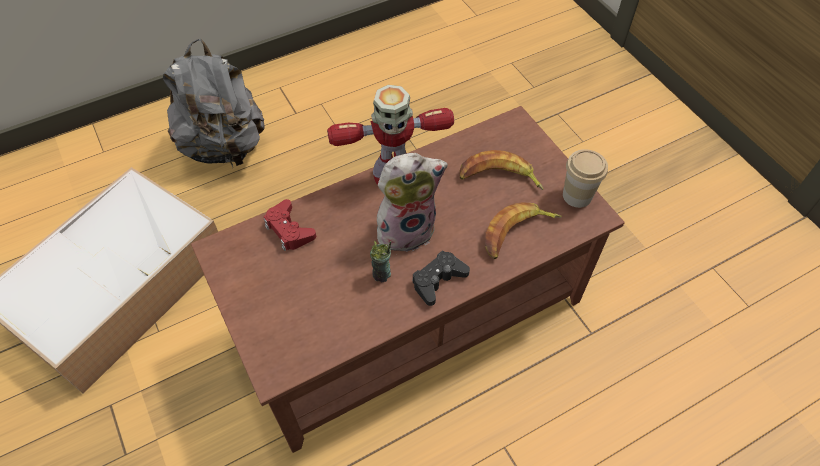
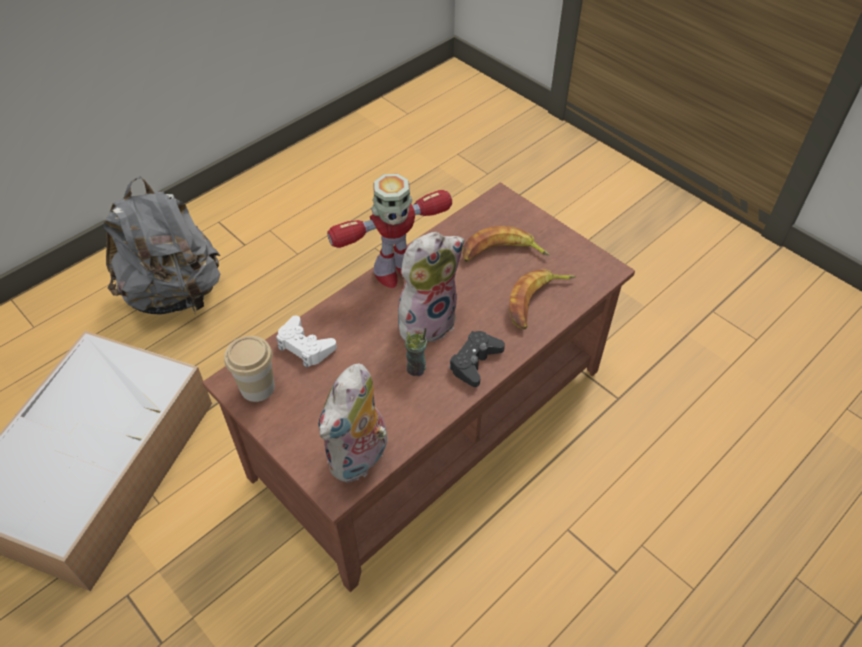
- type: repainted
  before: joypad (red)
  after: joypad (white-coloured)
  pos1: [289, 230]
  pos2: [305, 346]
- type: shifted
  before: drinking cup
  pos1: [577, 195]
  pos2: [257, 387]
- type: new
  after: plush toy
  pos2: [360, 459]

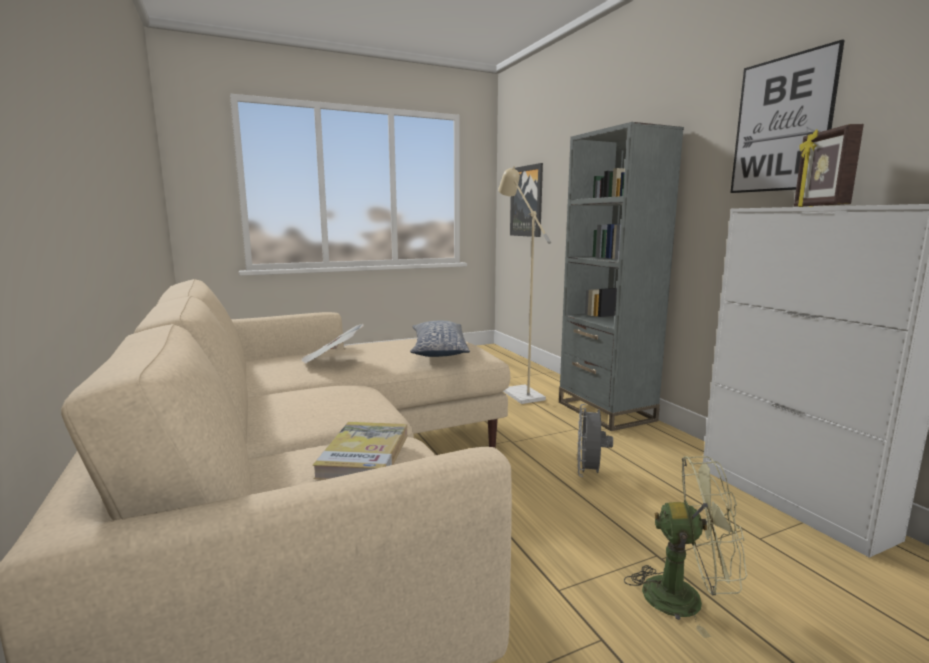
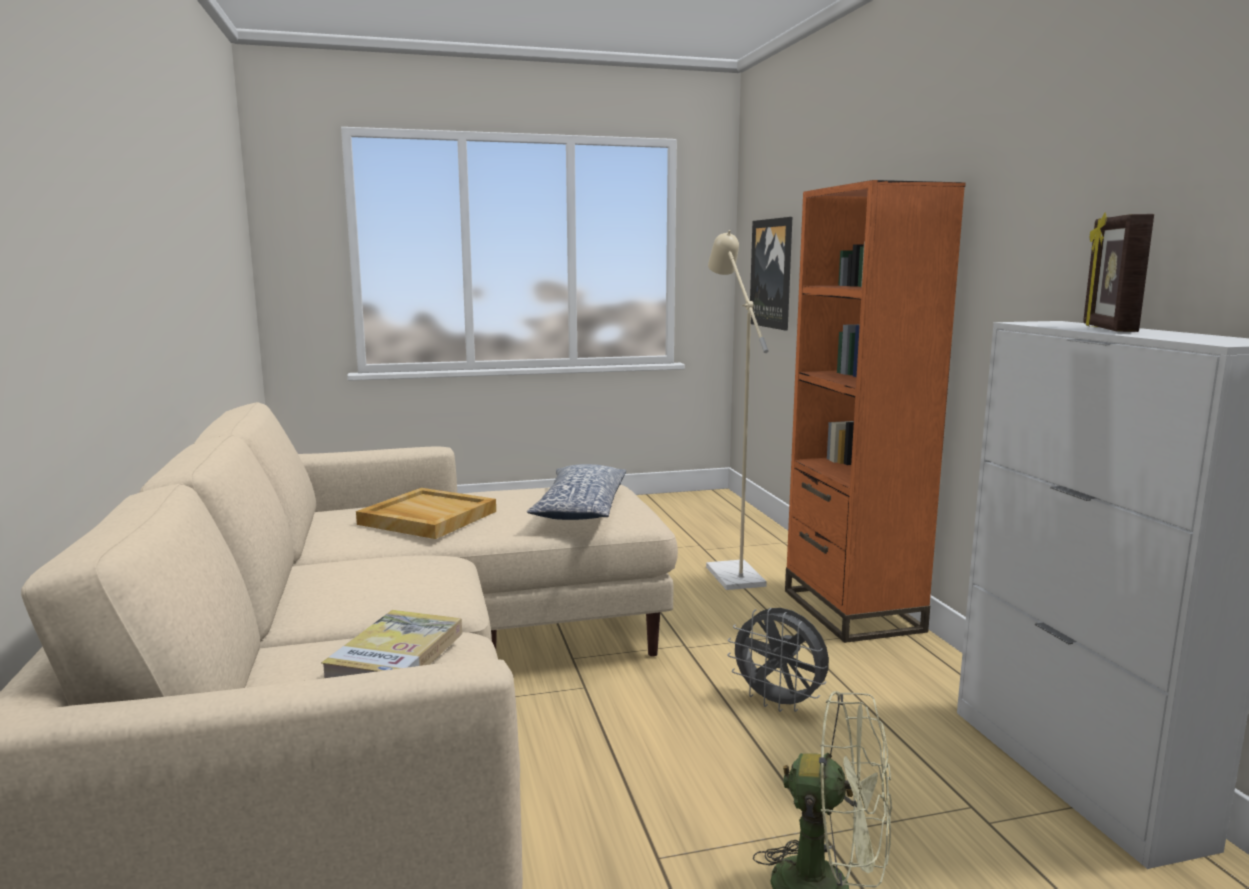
- type: swapped
  before: daily paper
  after: tray (beige-coloured)
  pos1: [331, 361]
  pos2: [426, 518]
- type: repainted
  before: bookshelf (gray)
  after: bookshelf (orange-coloured)
  pos1: [605, 411]
  pos2: [851, 610]
- type: rotated
  before: electric fan (gray)
  pos1: [589, 473]
  pos2: [779, 703]
  turn: -75
- type: gone
  before: wall picture
  pos1: [782, 125]

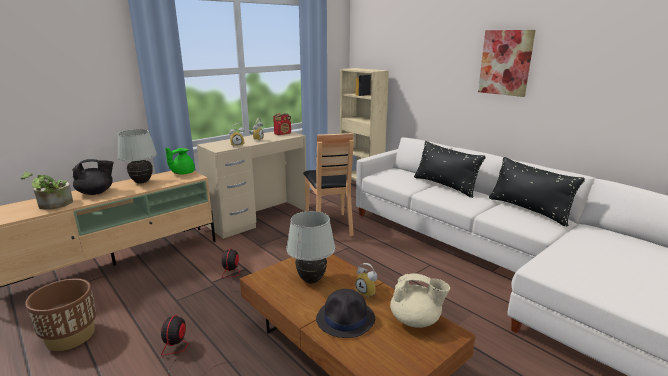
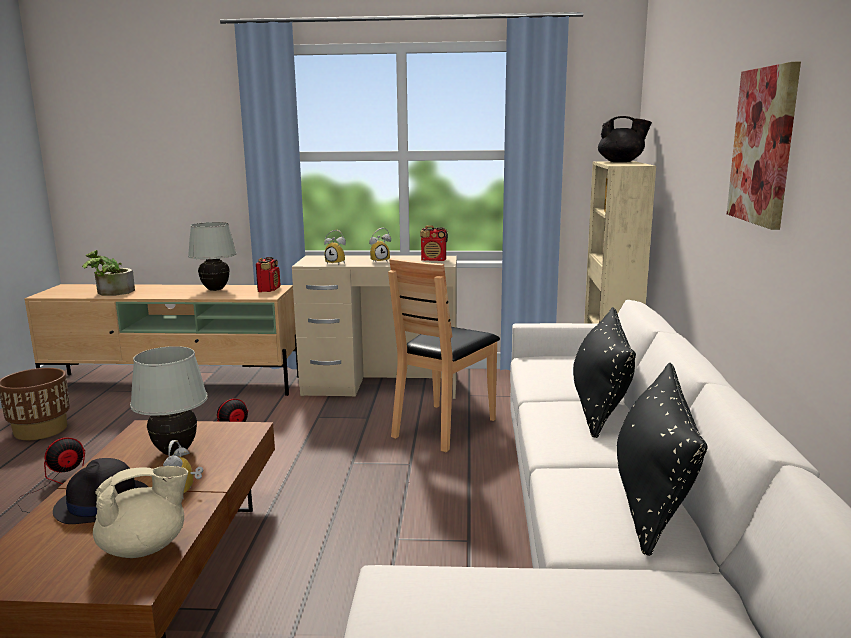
- type: shifted
  before: pot for tea (black-coloured)
  pos1: [96, 192]
  pos2: [621, 162]
- type: swapped
  before: pot for tea (green)
  after: radio set
  pos1: [182, 173]
  pos2: [269, 289]
- type: rotated
  before: pot for tea (beige-coloured)
  pos1: [416, 320]
  pos2: [145, 547]
  turn: -90

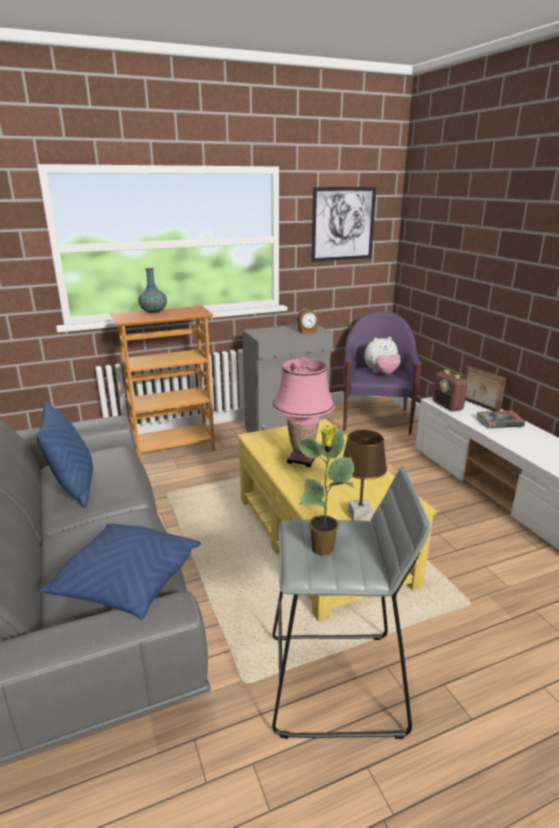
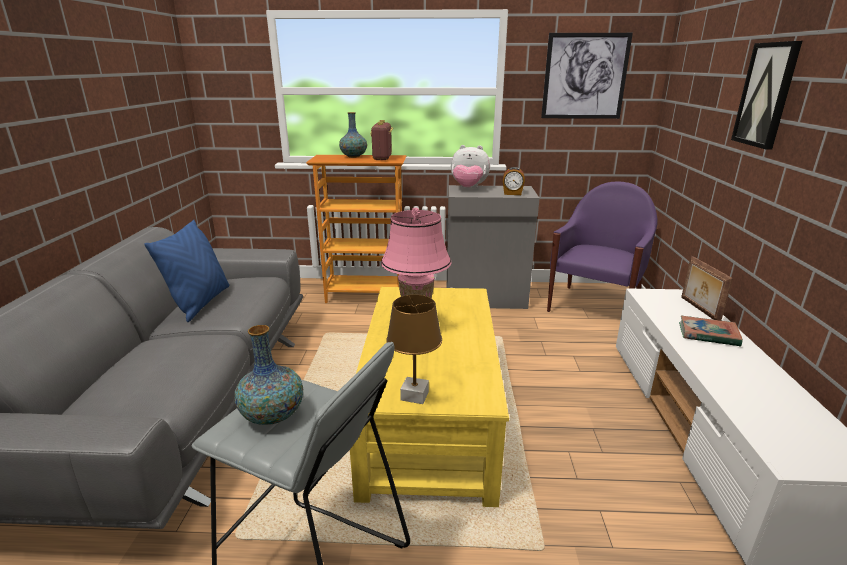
- type: gone
  before: cushion (blue-coloured)
  pos1: [127, 583]
- type: swapped
  before: houseplant
  after: flower vase
  pos1: [322, 549]
  pos2: [273, 415]
- type: shifted
  before: plush toy
  pos1: [381, 373]
  pos2: [468, 188]
- type: shifted
  before: radio set
  pos1: [448, 406]
  pos2: [382, 158]
- type: new
  after: wall picture
  pos2: [766, 95]

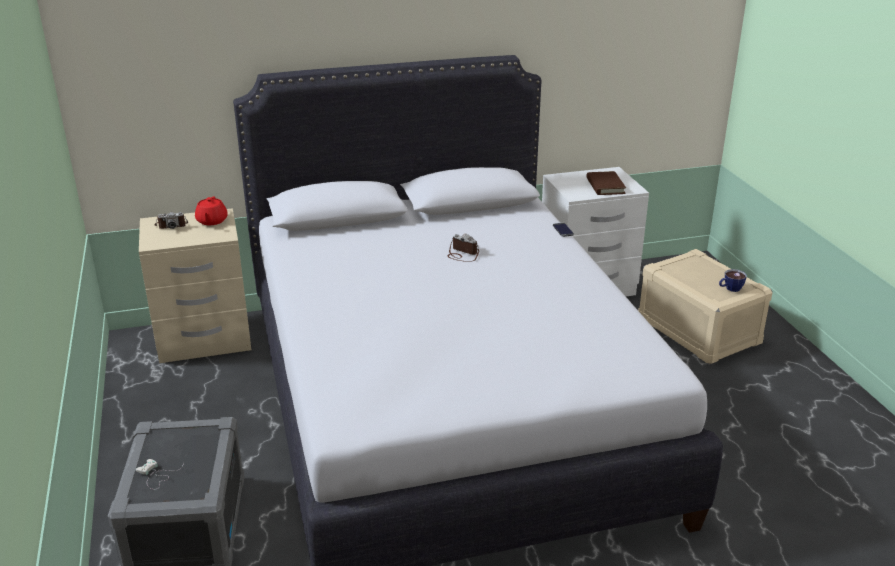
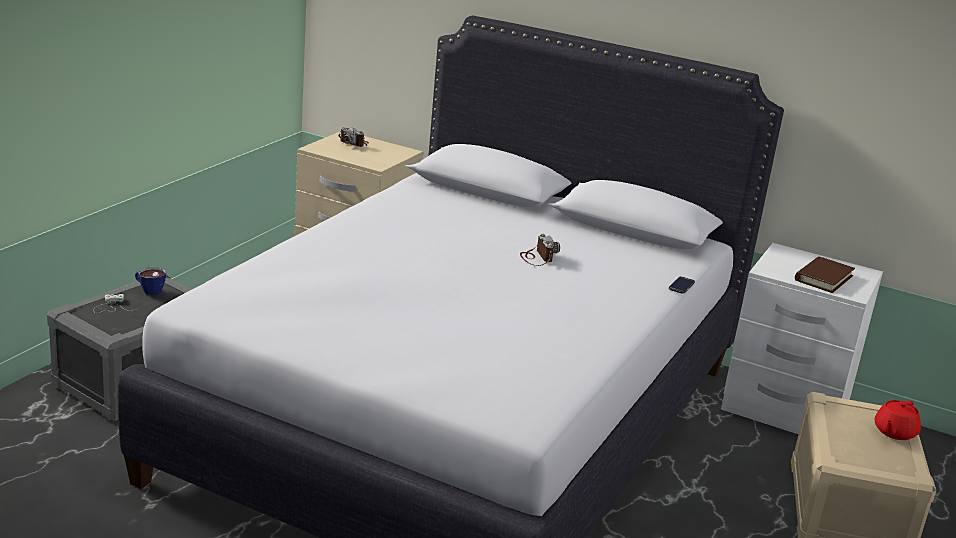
- type: shifted
  before: pot for tea (red)
  pos1: [211, 221]
  pos2: [894, 432]
- type: shifted
  before: drinking cup
  pos1: [730, 289]
  pos2: [149, 290]

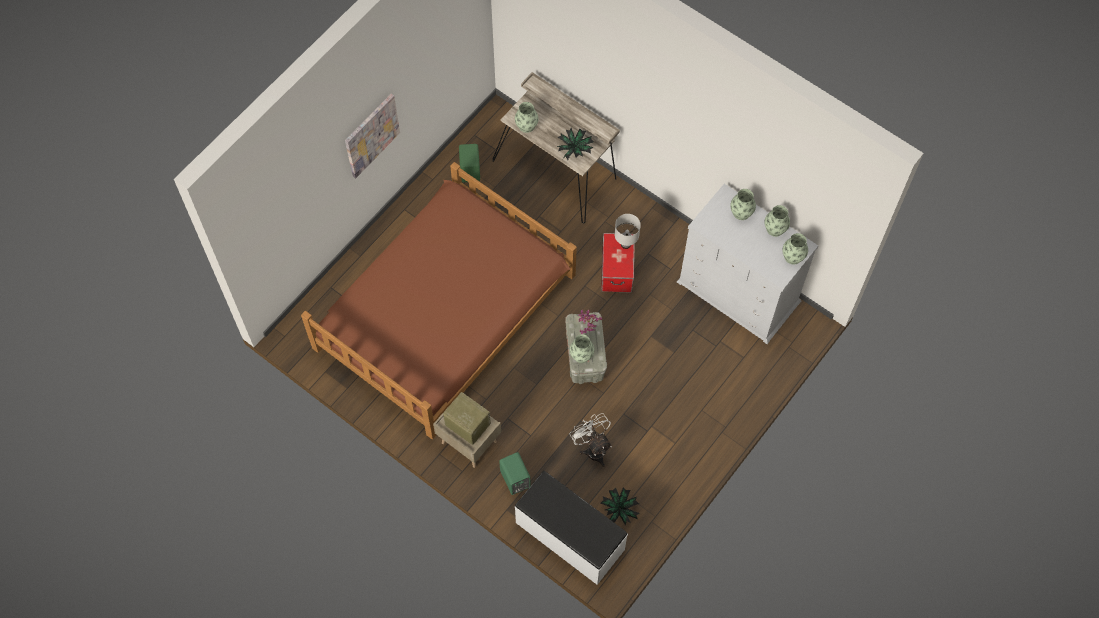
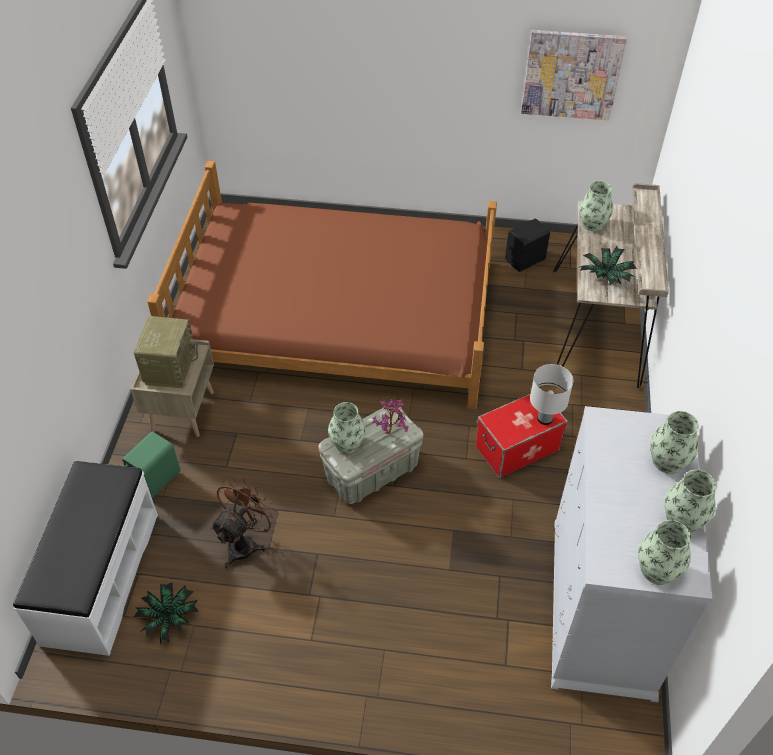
- type: shifted
  before: wall picture
  pos1: [371, 135]
  pos2: [571, 74]
- type: repainted
  before: audio speaker (green)
  after: audio speaker (black-coloured)
  pos1: [471, 170]
  pos2: [526, 260]
- type: repainted
  before: electric fan (white-coloured)
  after: electric fan (brown-coloured)
  pos1: [593, 448]
  pos2: [246, 542]

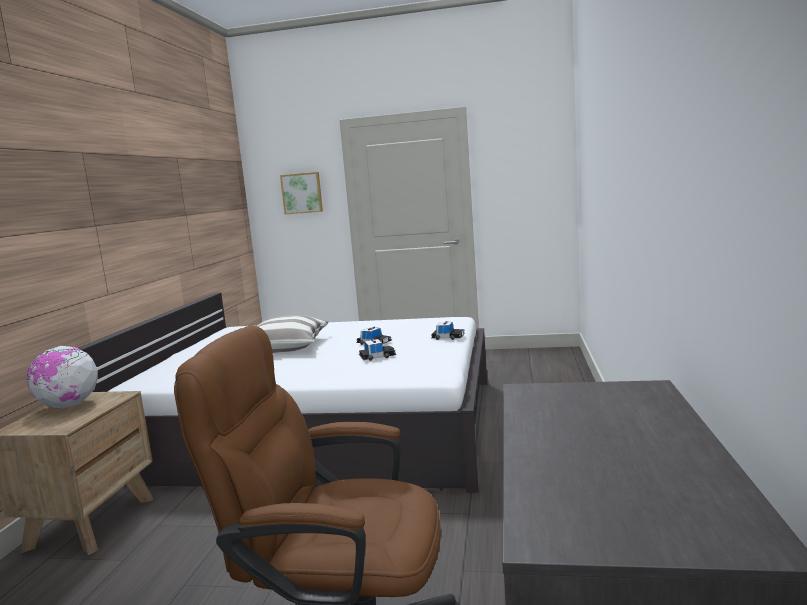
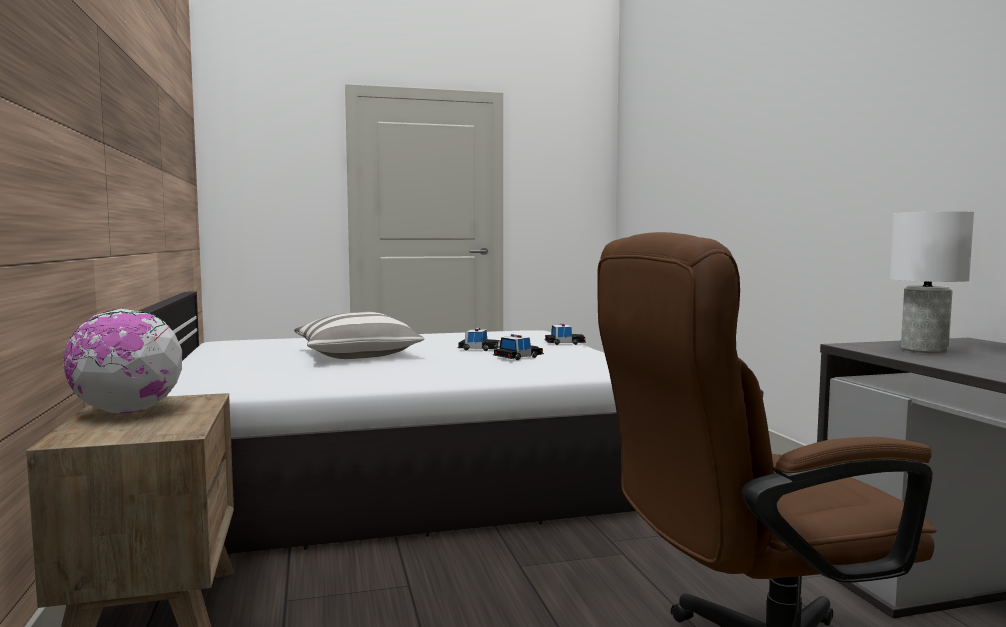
- type: gone
  before: wall picture
  pos1: [302, 193]
- type: new
  after: lamp for a table (white-coloured)
  pos2: [922, 350]

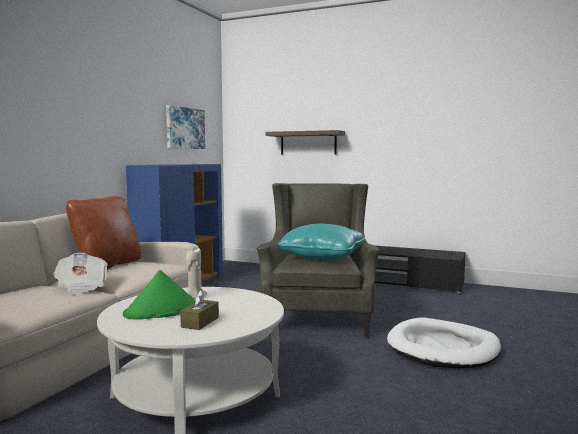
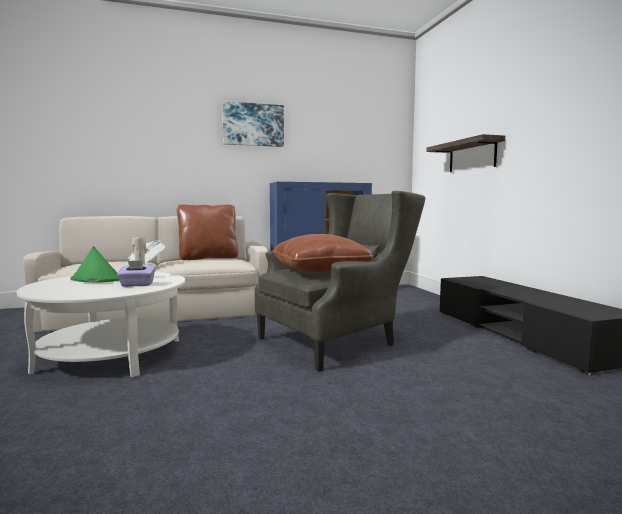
- type: shifted
  before: wall picture
  pos1: [184, 128]
  pos2: [253, 125]
- type: gone
  before: tissue box (brown-coloured)
  pos1: [200, 322]
- type: repainted
  before: cushion (turquoise)
  after: cushion (brown-coloured)
  pos1: [322, 256]
  pos2: [320, 271]
- type: gone
  before: pet bed (white-coloured)
  pos1: [443, 348]
- type: new
  after: tissue box (purple-coloured)
  pos2: [137, 285]

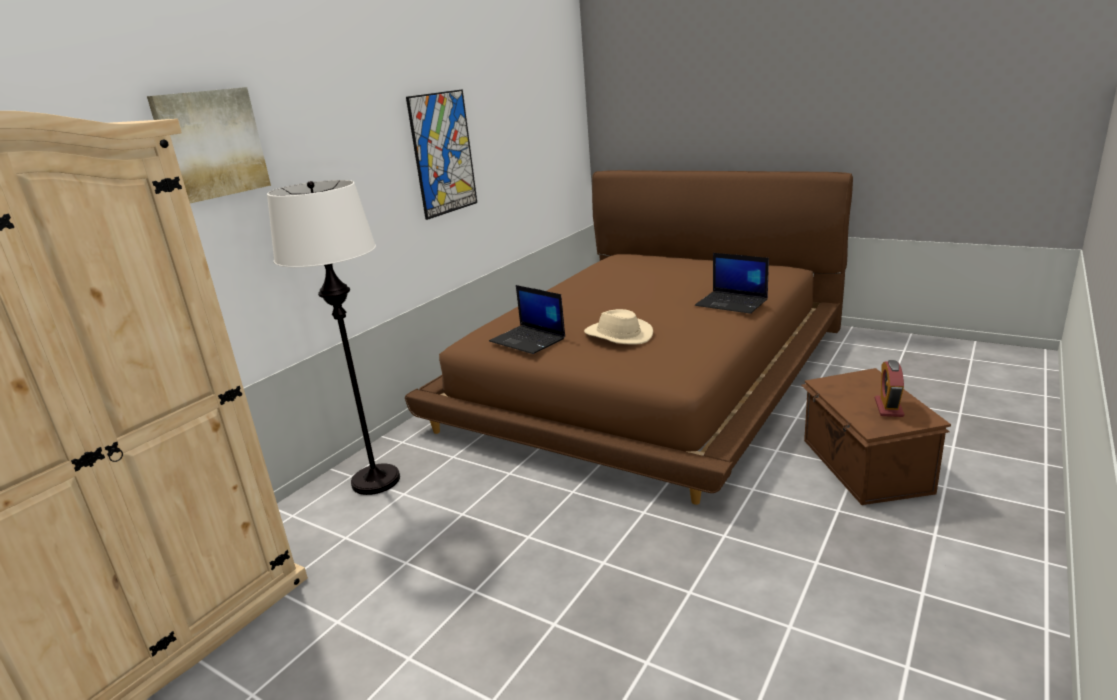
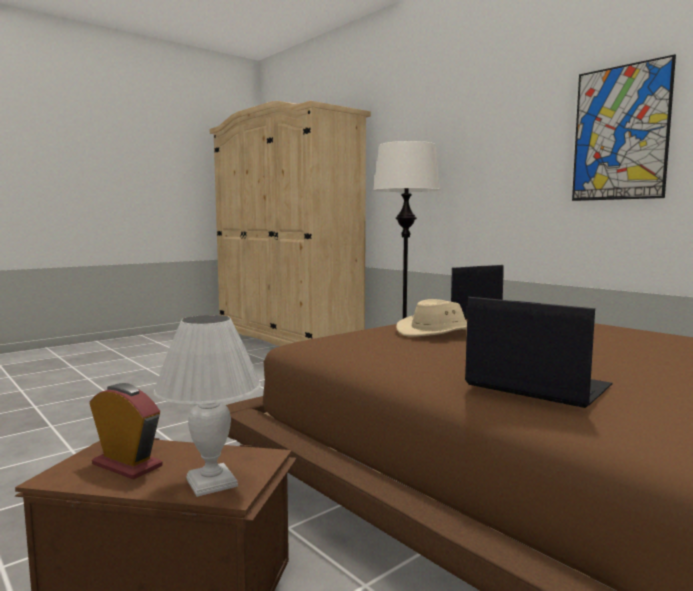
- type: gone
  before: wall picture
  pos1: [211, 144]
- type: rotated
  before: portable computer
  pos1: [732, 303]
  pos2: [535, 386]
  turn: 75
- type: new
  after: lamp for a table (white-coloured)
  pos2: [210, 483]

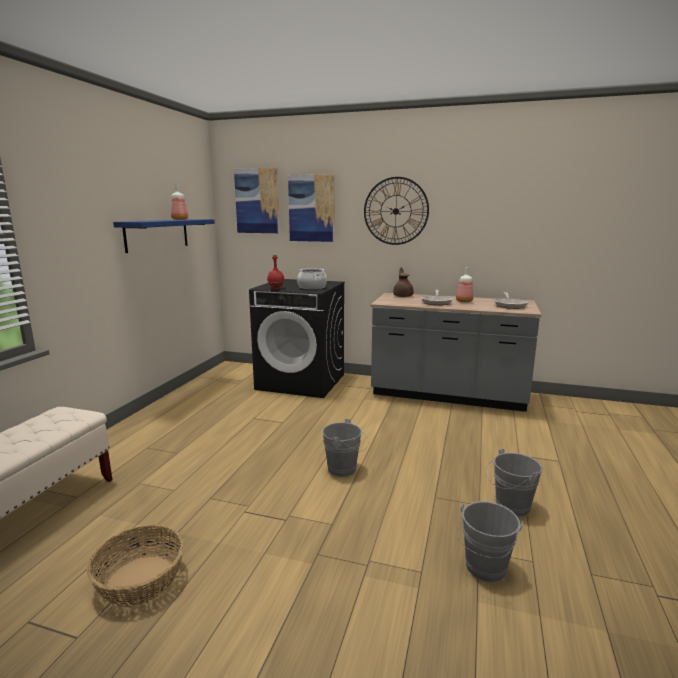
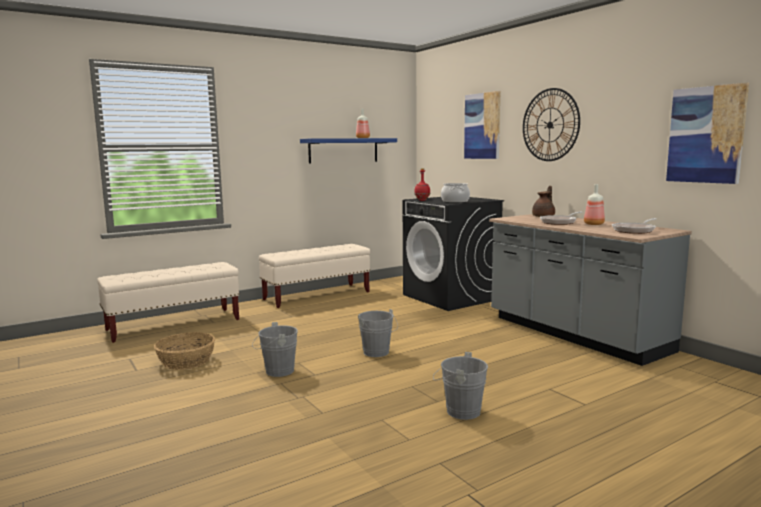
- type: shifted
  before: wall picture
  pos1: [257, 201]
  pos2: [706, 135]
- type: shifted
  before: water bucket (gray)
  pos1: [484, 570]
  pos2: [276, 371]
- type: new
  after: long seat (beige-coloured)
  pos2: [317, 296]

